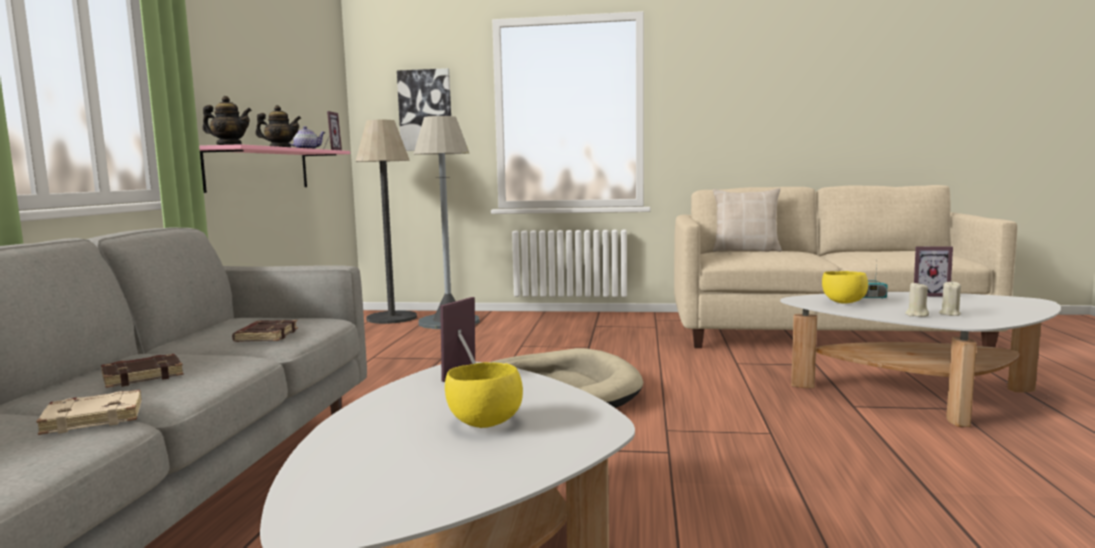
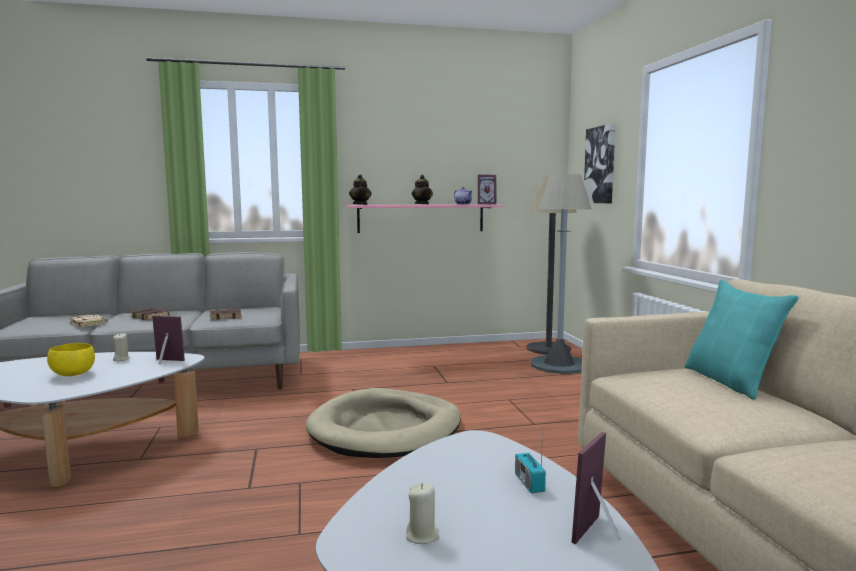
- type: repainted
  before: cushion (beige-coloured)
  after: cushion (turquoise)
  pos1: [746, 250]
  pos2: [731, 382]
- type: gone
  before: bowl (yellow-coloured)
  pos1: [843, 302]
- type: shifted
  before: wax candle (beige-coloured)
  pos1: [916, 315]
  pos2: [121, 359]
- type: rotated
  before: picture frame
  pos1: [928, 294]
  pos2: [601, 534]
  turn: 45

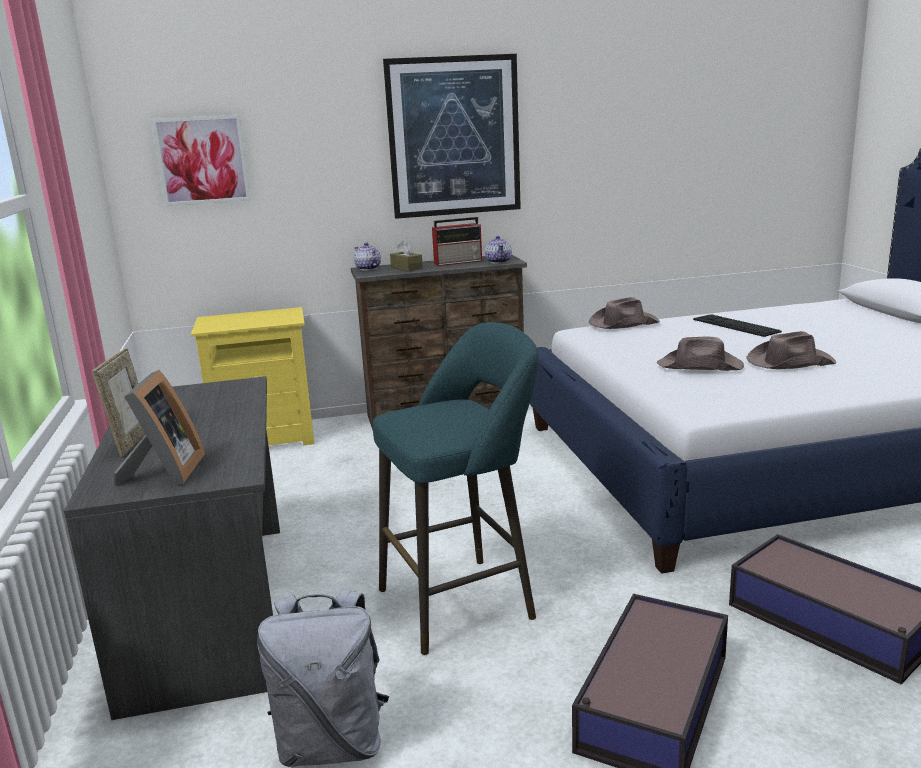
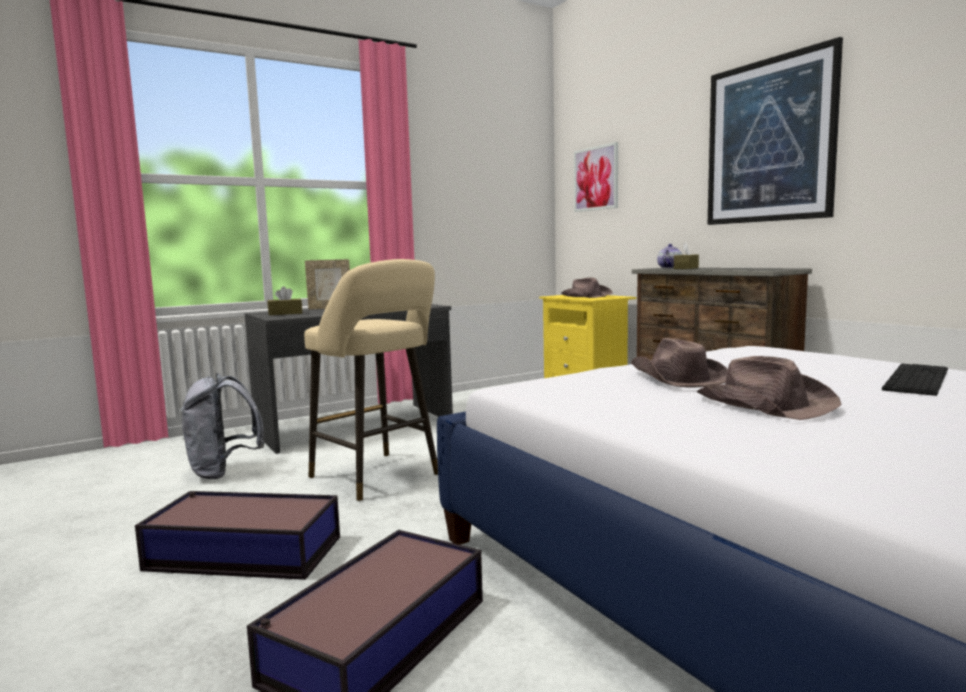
- type: swapped
  before: picture frame
  after: tissue box (brown-coloured)
  pos1: [164, 473]
  pos2: [285, 313]
- type: repainted
  before: sitting stool (turquoise)
  after: sitting stool (beige-coloured)
  pos1: [464, 601]
  pos2: [378, 477]
- type: gone
  before: radio set
  pos1: [459, 262]
- type: gone
  before: pot for tea
  pos1: [499, 261]
- type: shifted
  before: hat (brown-coloured)
  pos1: [623, 323]
  pos2: [586, 296]

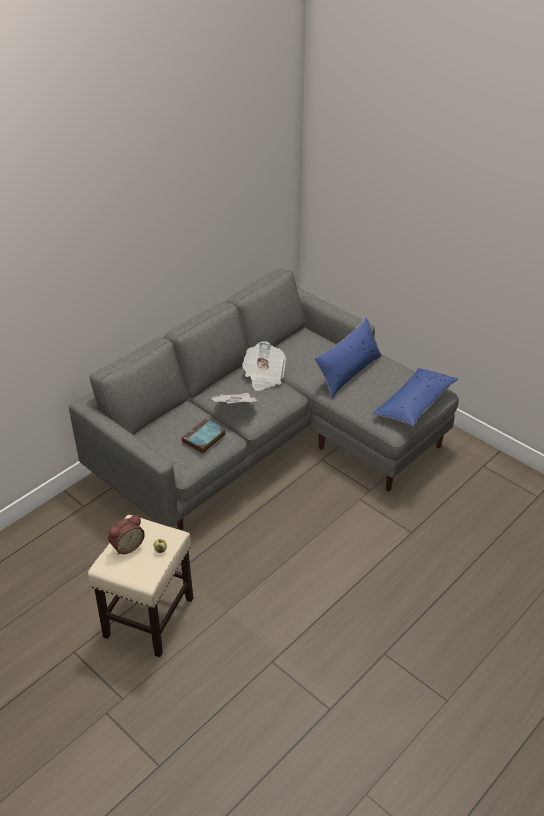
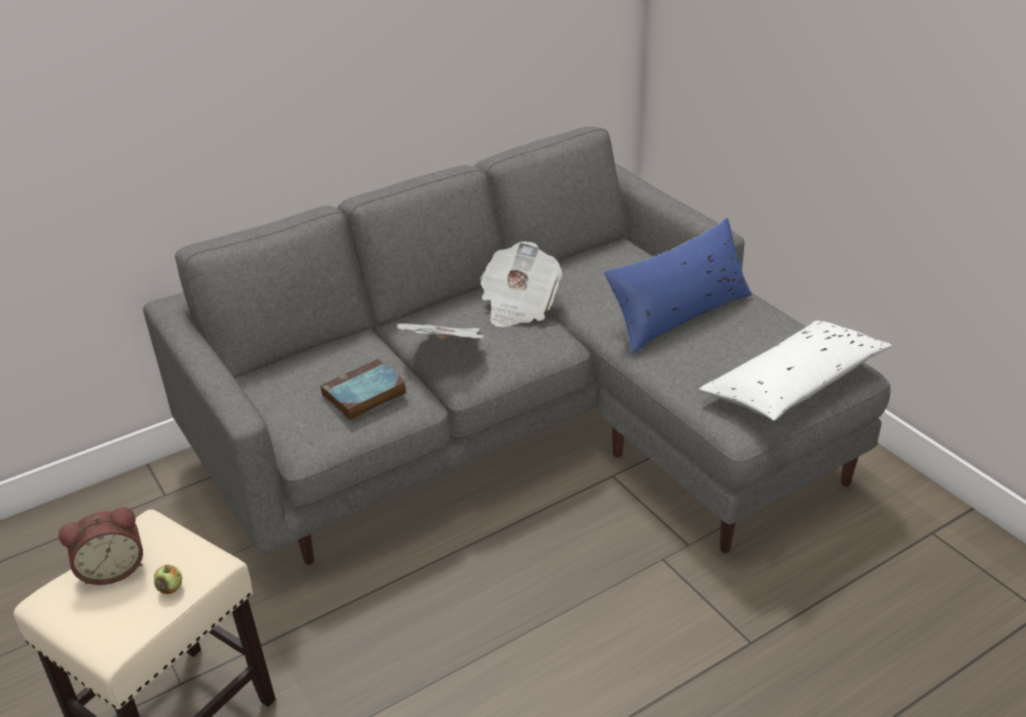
- type: repainted
  before: cushion (blue-coloured)
  after: cushion (white-coloured)
  pos1: [414, 404]
  pos2: [794, 385]

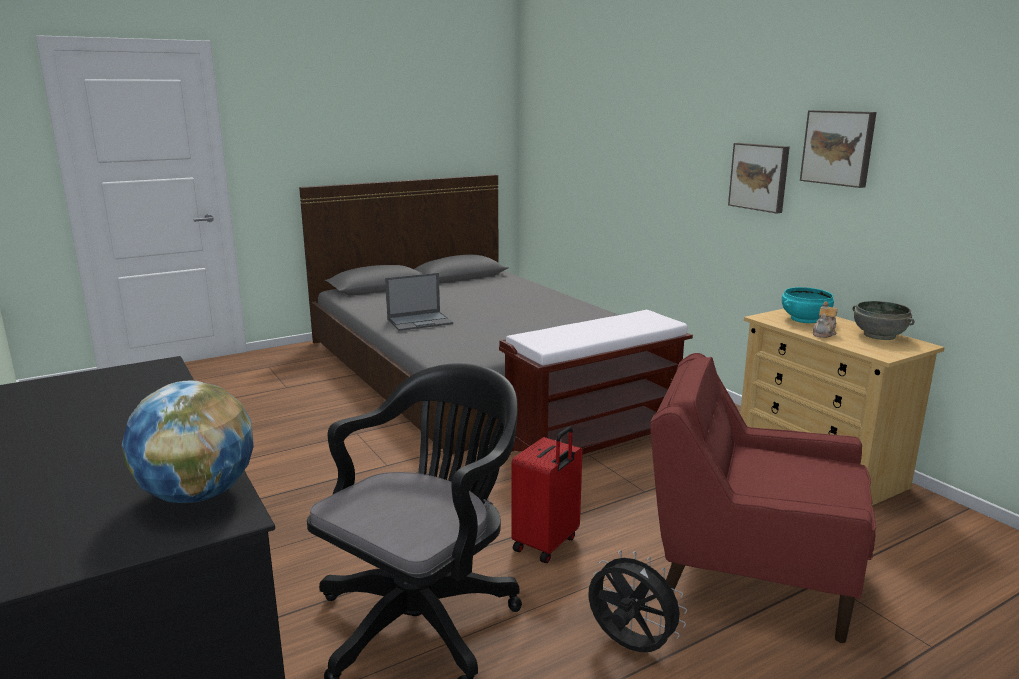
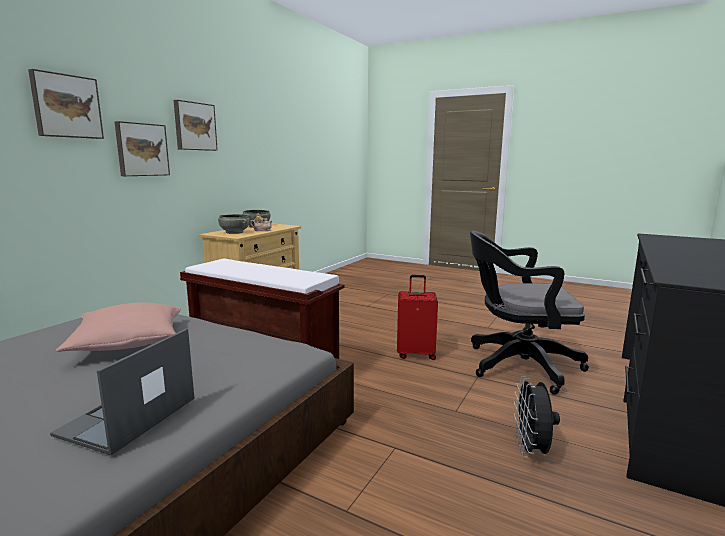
- type: gone
  before: globe
  pos1: [197, 495]
- type: rotated
  before: portable computer
  pos1: [420, 321]
  pos2: [127, 417]
  turn: -105
- type: shifted
  before: electric fan (black-coloured)
  pos1: [629, 647]
  pos2: [531, 450]
- type: gone
  before: lounge chair (red)
  pos1: [749, 571]
- type: repainted
  before: bowl (turquoise)
  after: bowl (gray)
  pos1: [804, 319]
  pos2: [234, 232]
- type: new
  after: wall picture
  pos2: [66, 106]
- type: new
  after: cushion (pink-coloured)
  pos2: [128, 342]

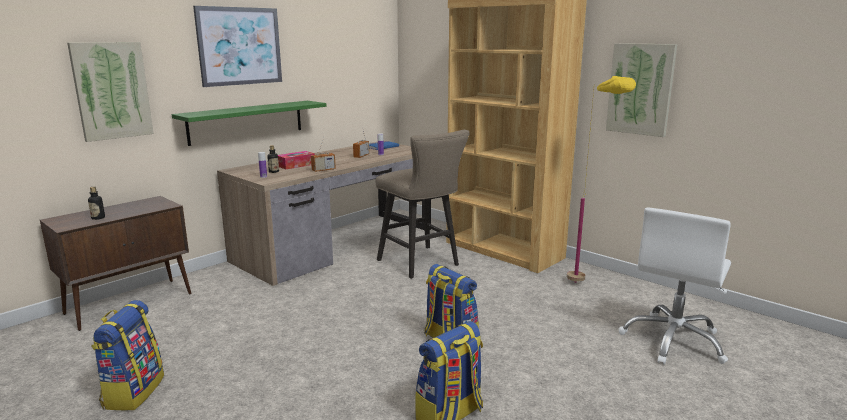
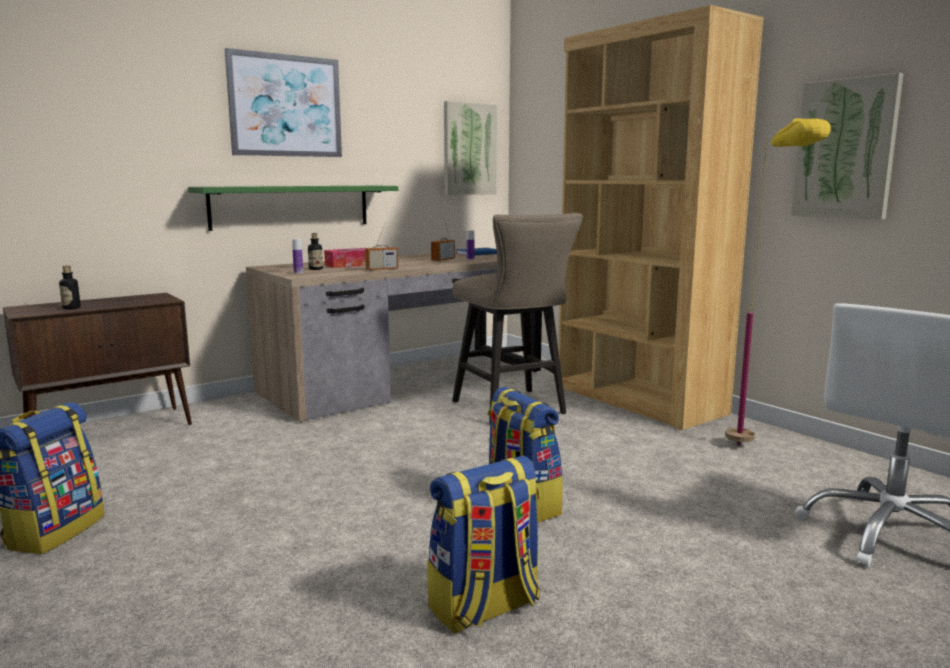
- type: shifted
  before: wall picture
  pos1: [112, 90]
  pos2: [469, 149]

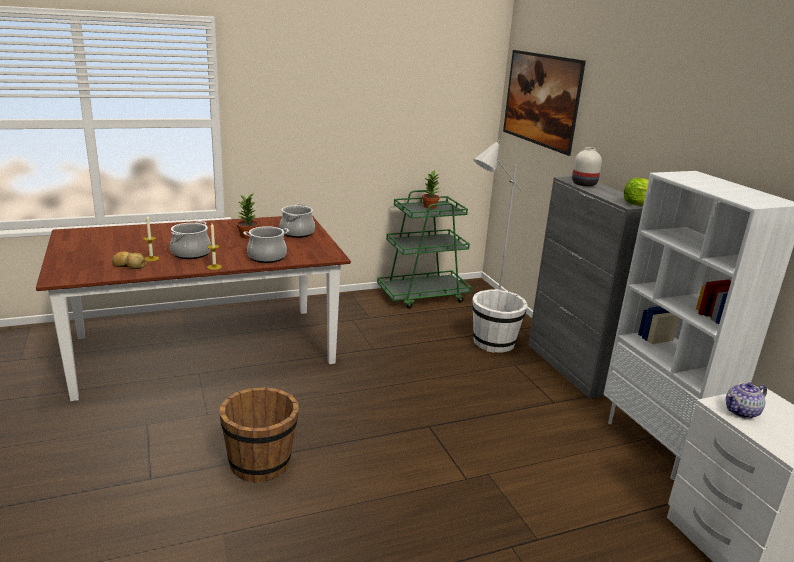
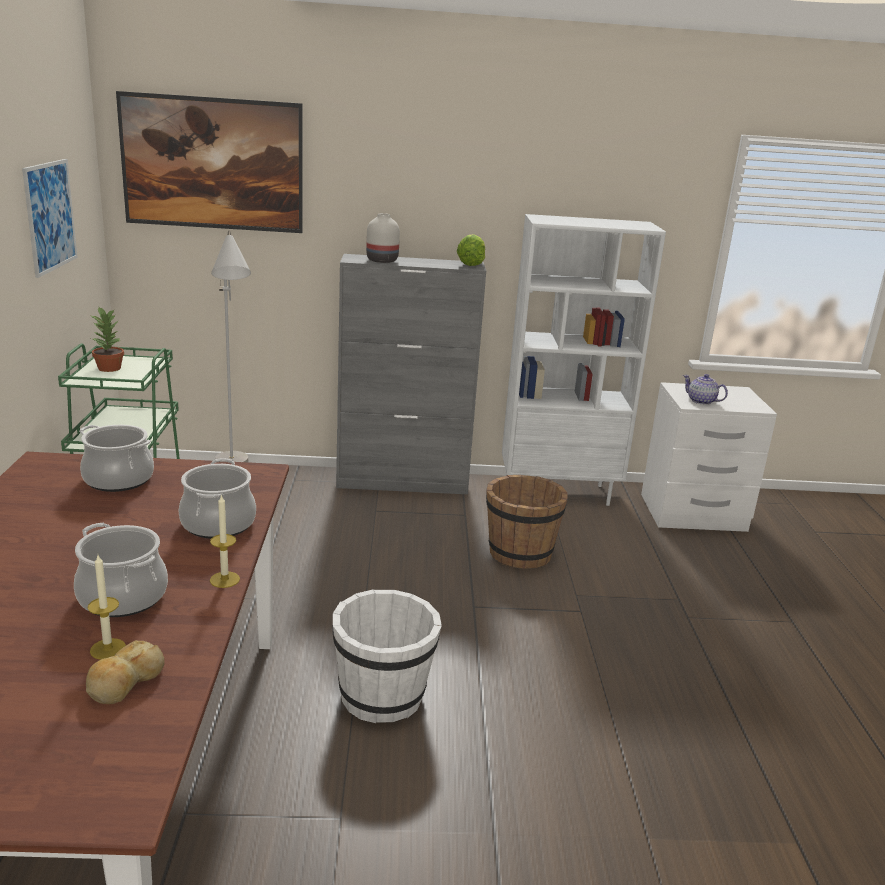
- type: shifted
  before: water bucket (brown-coloured)
  pos1: [261, 463]
  pos2: [520, 553]
- type: gone
  before: houseplant
  pos1: [248, 236]
- type: shifted
  before: water bucket (white-coloured)
  pos1: [494, 343]
  pos2: [383, 696]
- type: rotated
  before: pot for tea
  pos1: [742, 412]
  pos2: [701, 401]
  turn: 135
- type: new
  after: wall picture
  pos2: [50, 216]

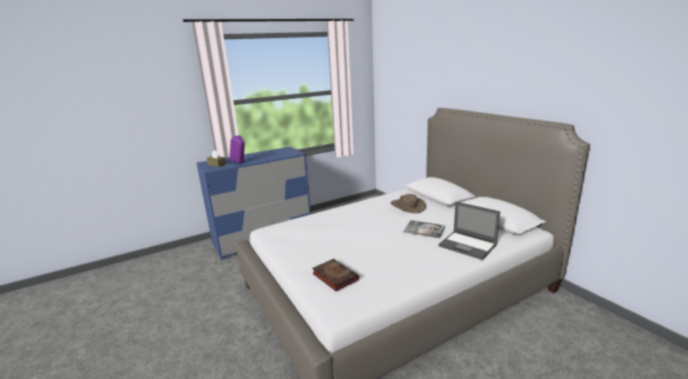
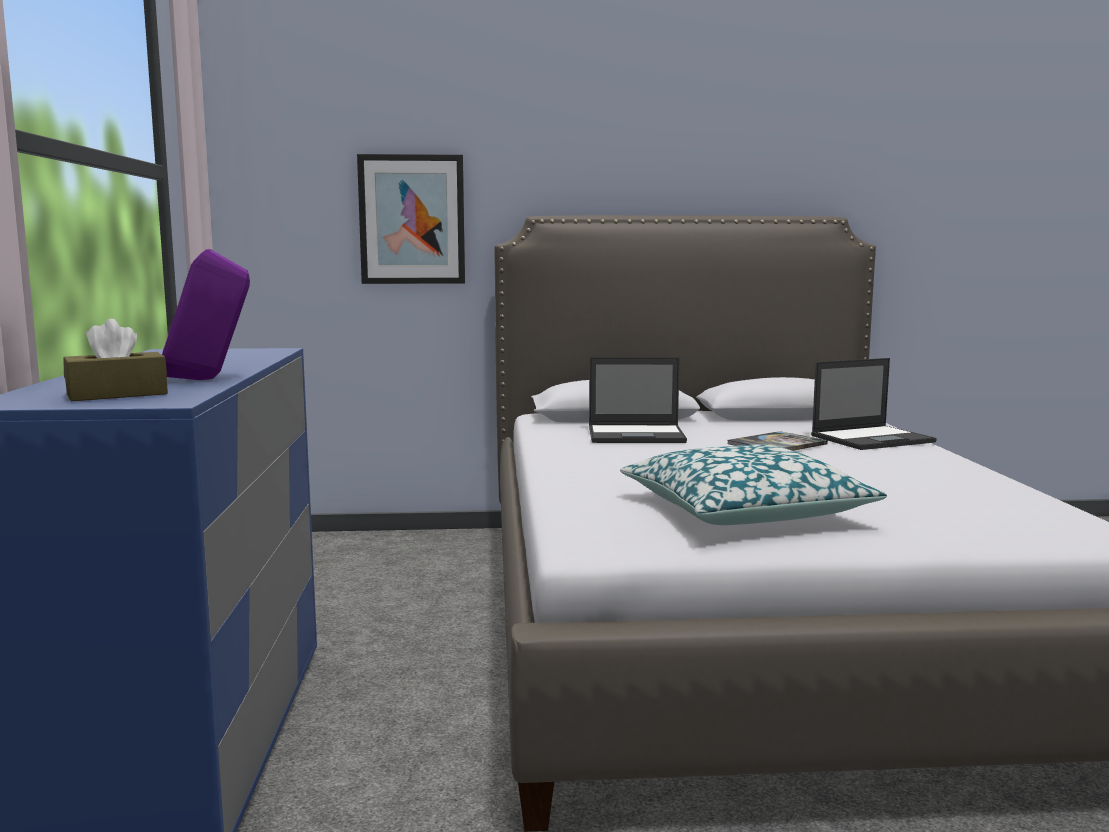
- type: gone
  before: volume
  pos1: [334, 276]
- type: swapped
  before: hat (brown-coloured)
  after: portable computer
  pos1: [408, 206]
  pos2: [637, 435]
- type: new
  after: wall picture
  pos2: [412, 219]
- type: new
  after: cushion
  pos2: [743, 512]

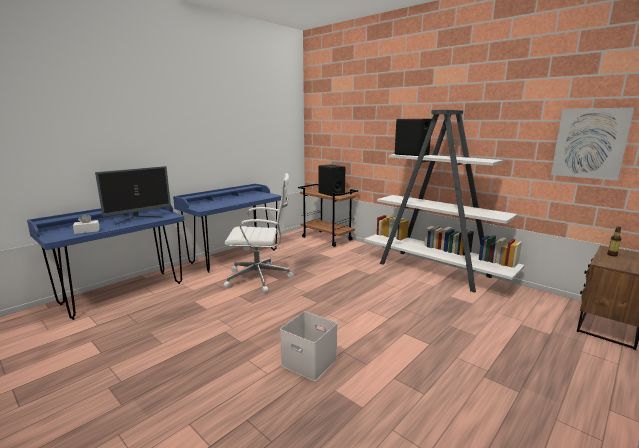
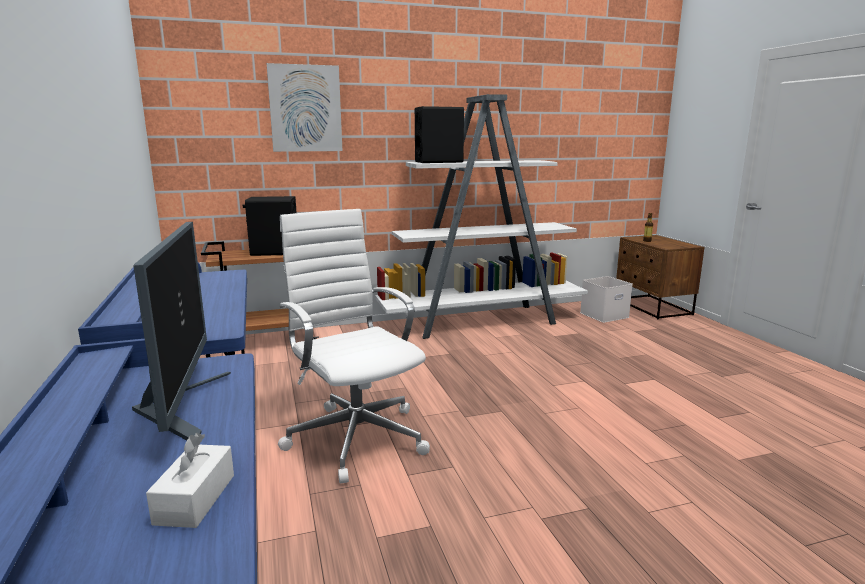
- type: rotated
  before: computer chair (white-coloured)
  pos1: [260, 278]
  pos2: [356, 436]
  turn: -60
- type: shifted
  before: storage container (white-coloured)
  pos1: [310, 362]
  pos2: [604, 314]
- type: shifted
  before: wall picture
  pos1: [590, 143]
  pos2: [305, 108]

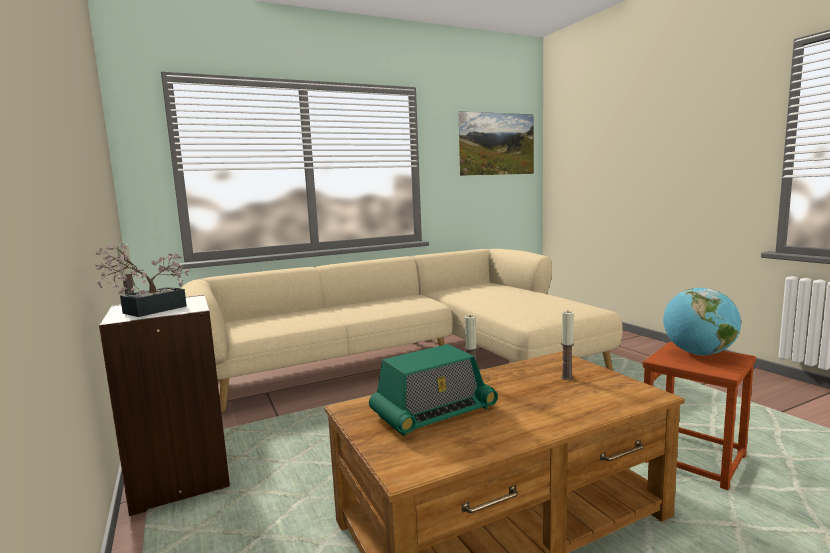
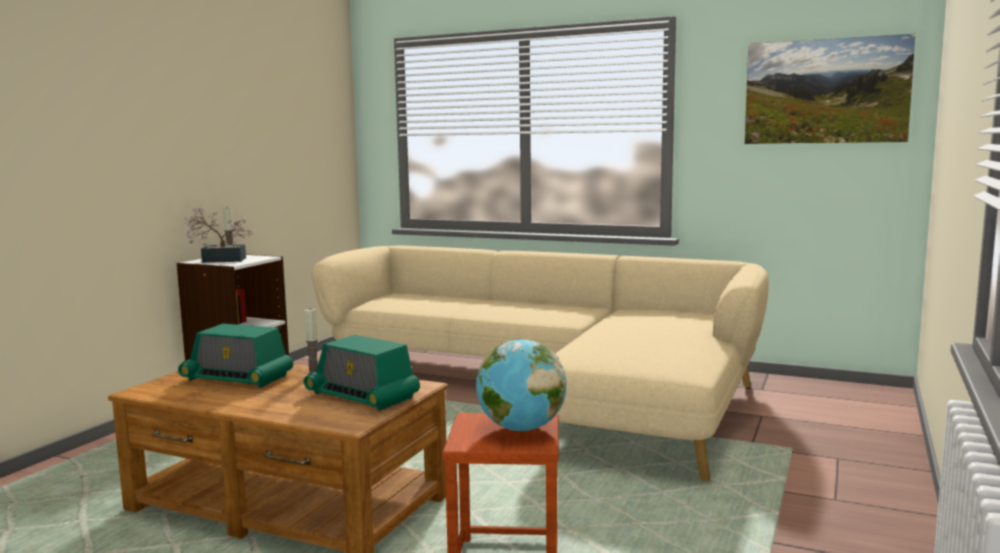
- type: swapped
  before: wax candle
  after: radio set
  pos1: [566, 377]
  pos2: [362, 395]

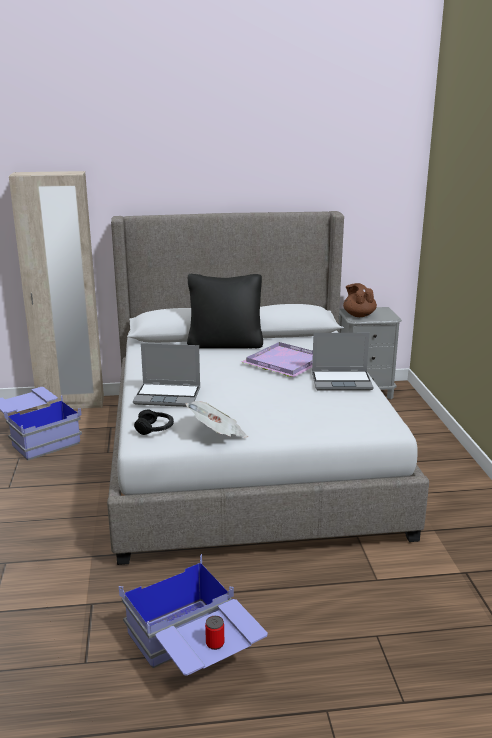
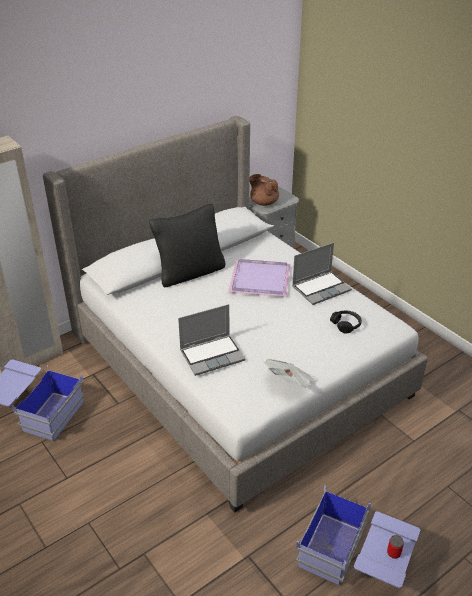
- type: shifted
  before: headset (black-coloured)
  pos1: [155, 428]
  pos2: [346, 325]

